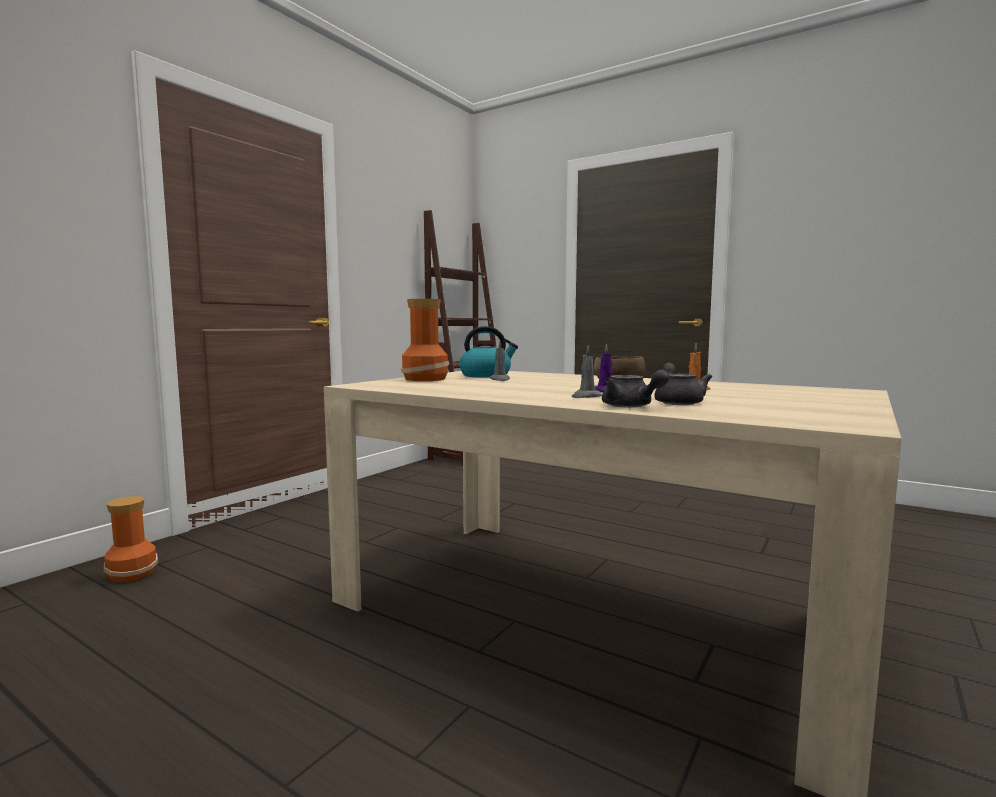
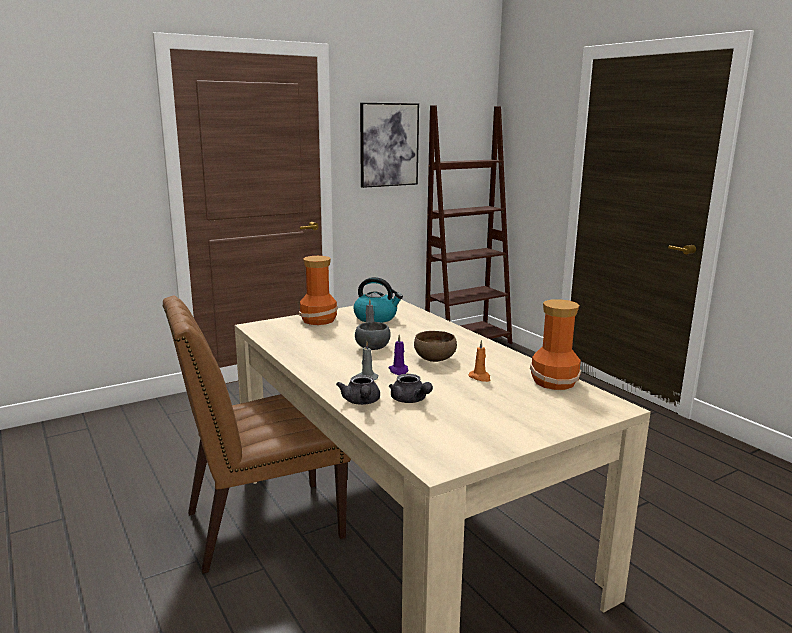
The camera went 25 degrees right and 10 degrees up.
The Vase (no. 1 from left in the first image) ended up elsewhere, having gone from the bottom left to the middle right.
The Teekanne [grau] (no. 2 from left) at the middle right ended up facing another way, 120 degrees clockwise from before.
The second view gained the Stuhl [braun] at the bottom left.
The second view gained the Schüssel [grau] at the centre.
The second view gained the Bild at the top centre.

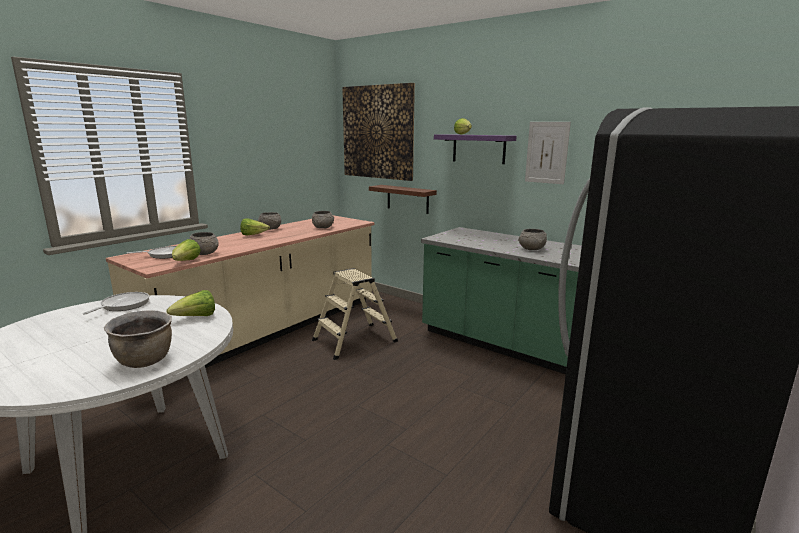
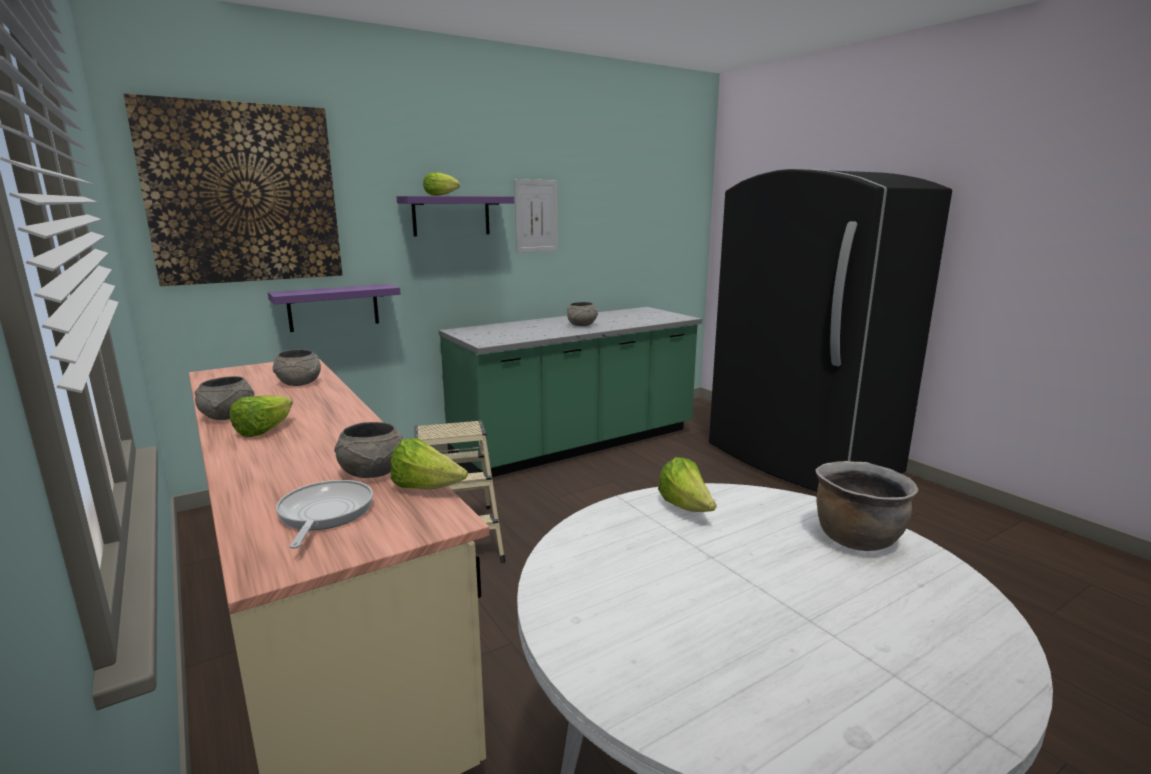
The camera went 70 degrees left and 0 degrees up.
The second view lost the Pfanne (no. 1 from left) at the middle left.
What was the Wandregal [braun] at the centre turned into the Wandregal [lila] (no. 1 from left) at the middle left.

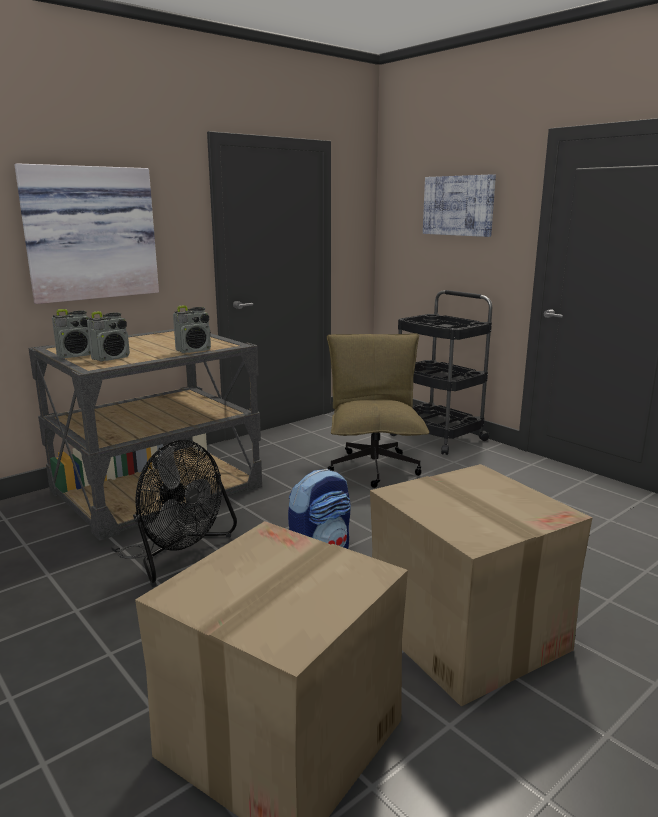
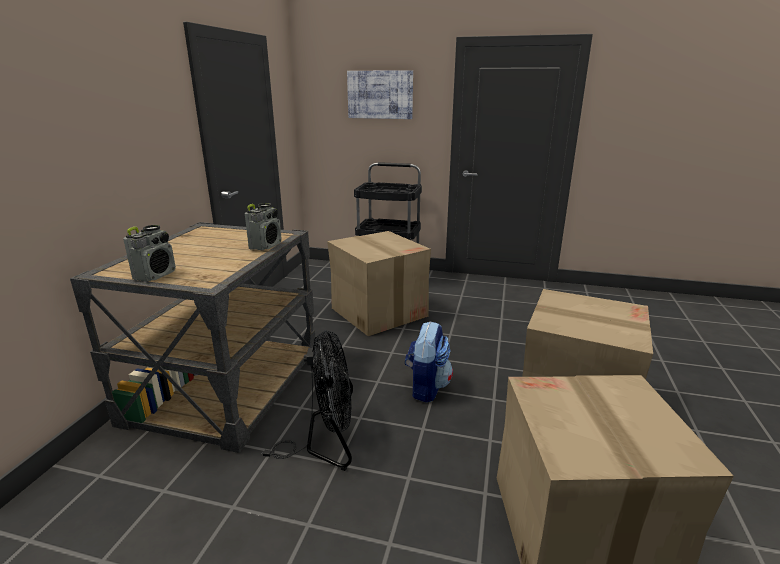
The camera went 35 degrees left and 5 degrees up.
The second view lost the Bild (no. 1 from left) at the top left.
The second view lost the Radio (no. 2 from left) at the middle left.
Where the Bürostuhl [beige] stood at the centre, the Karton (no. 1 from left) came to stand at the centre.

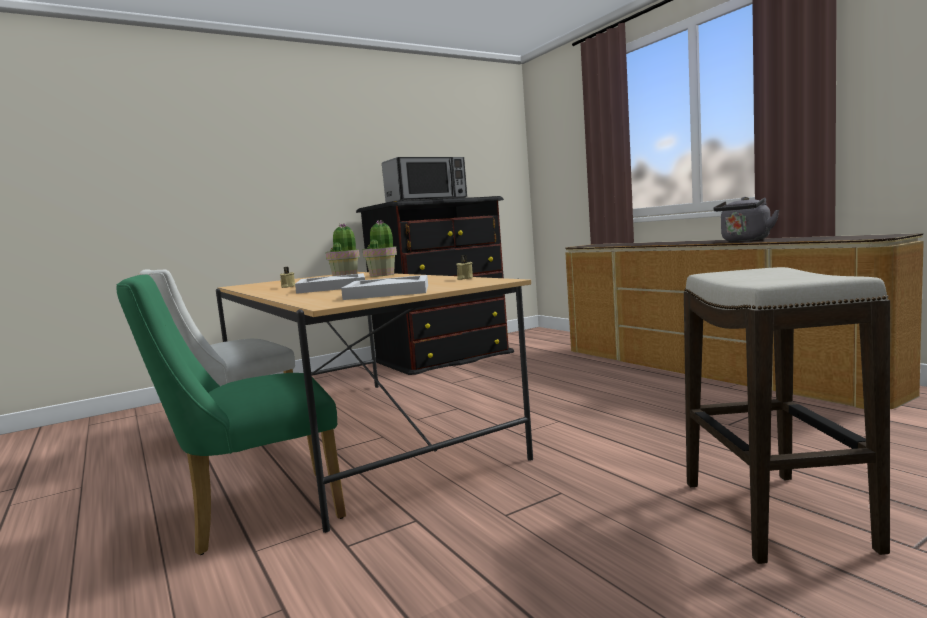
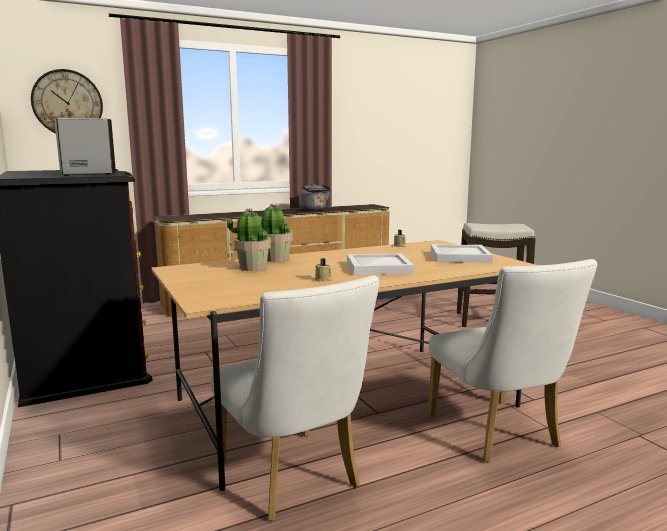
The camera went 85 degrees left and 5 degrees up.
What was the Stuhl [grün] at the bottom left turned into the Stuhl [weiß] (no. 2 from left) at the bottom right.
The second view gained the Wanduhr at the top left.

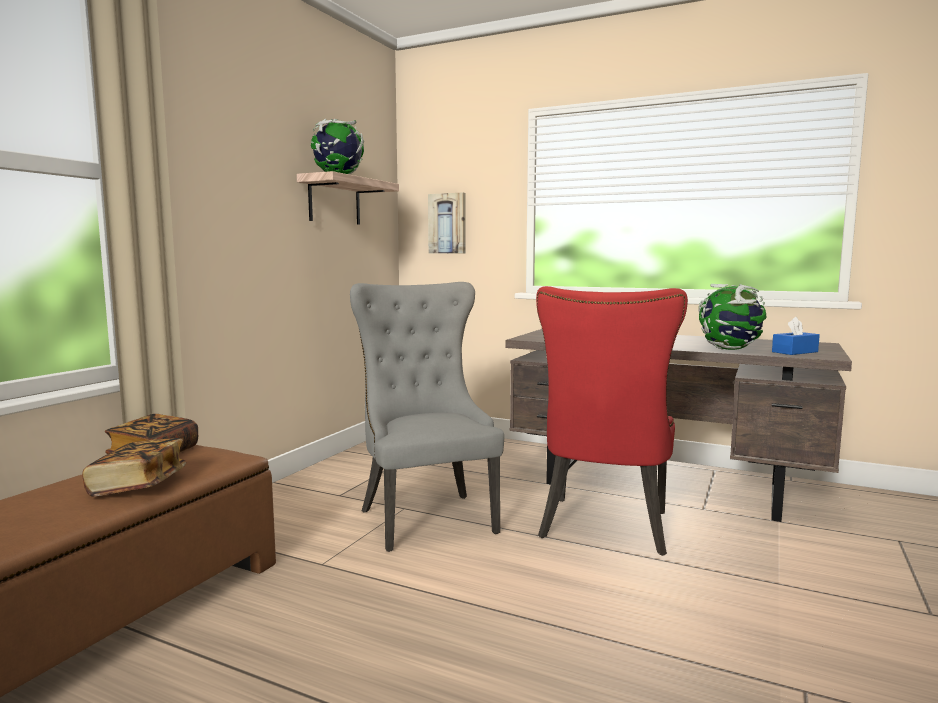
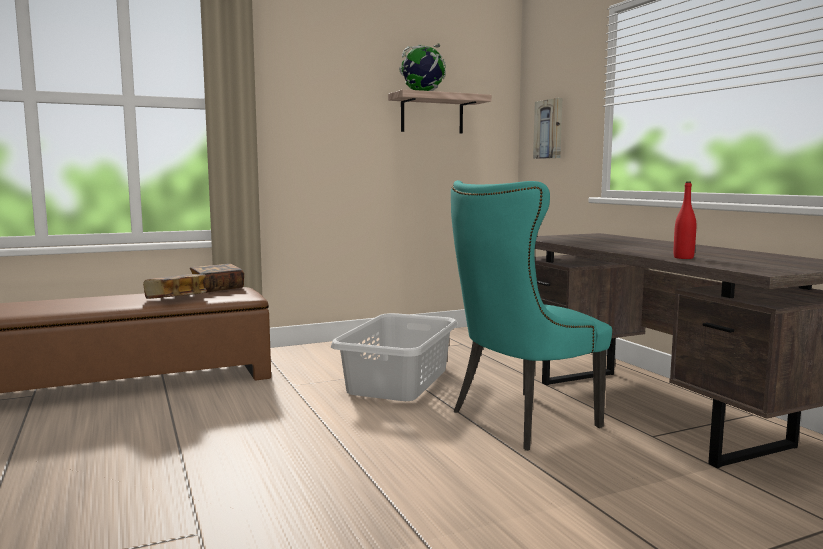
The camera went 40 degrees right and 0 degrees up.
Where the Stuhl [grau] stood at the centre, the Wäschekorb [grau] came to stand at the centre.
What was the Stuhl [rot] at the centre turned into the Stuhl [türkis] at the centre.
Where the Globus (no. 2 from left) stood at the middle right, the Flasche [rot] came to stand at the middle right.
The second view lost the Taschentuchbox [blau] at the middle right.

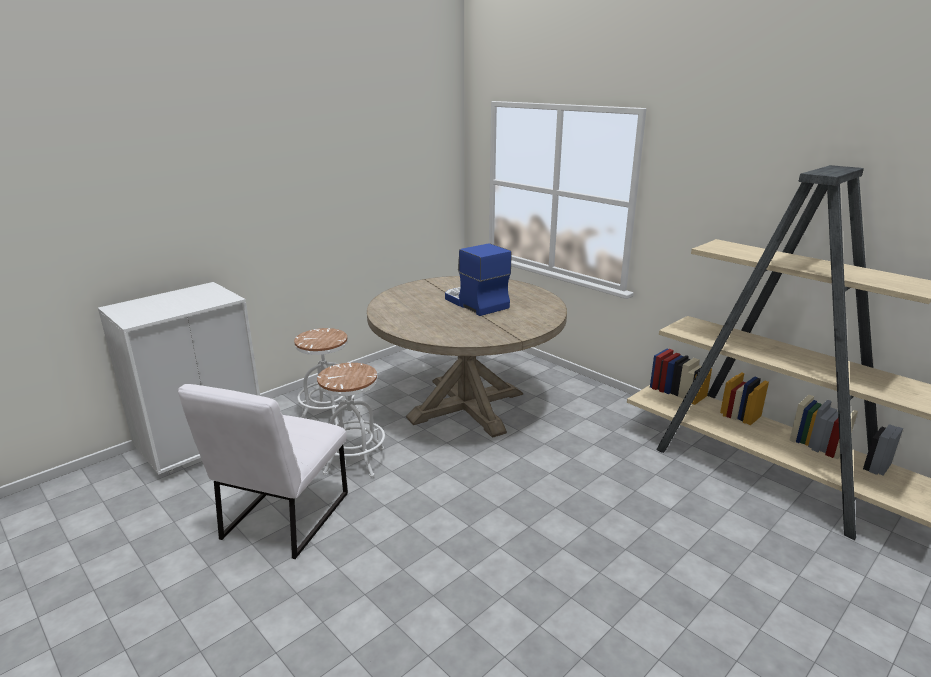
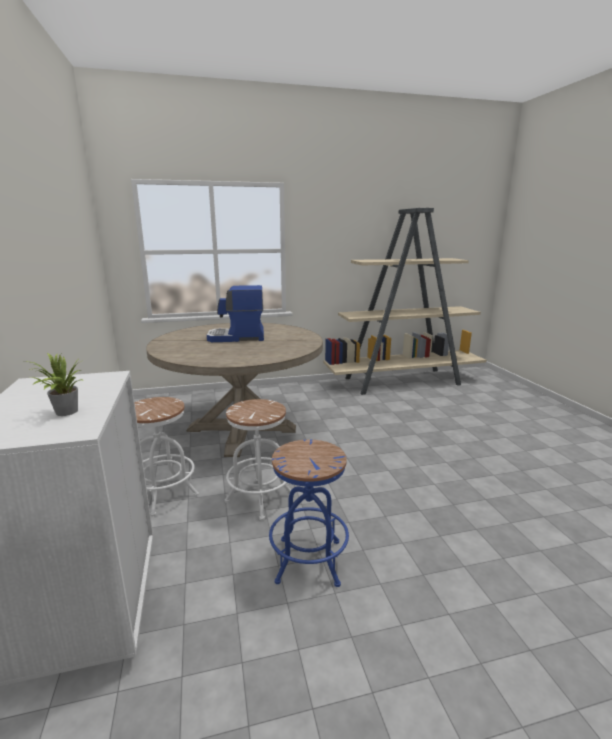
The camera went 60 degrees left and 5 degrees down.
Where the Stuhl [weiß] stood at the bottom left, the Hocker [blau] came to stand at the bottom centre.
The second view gained the Topfpflanze at the middle left.

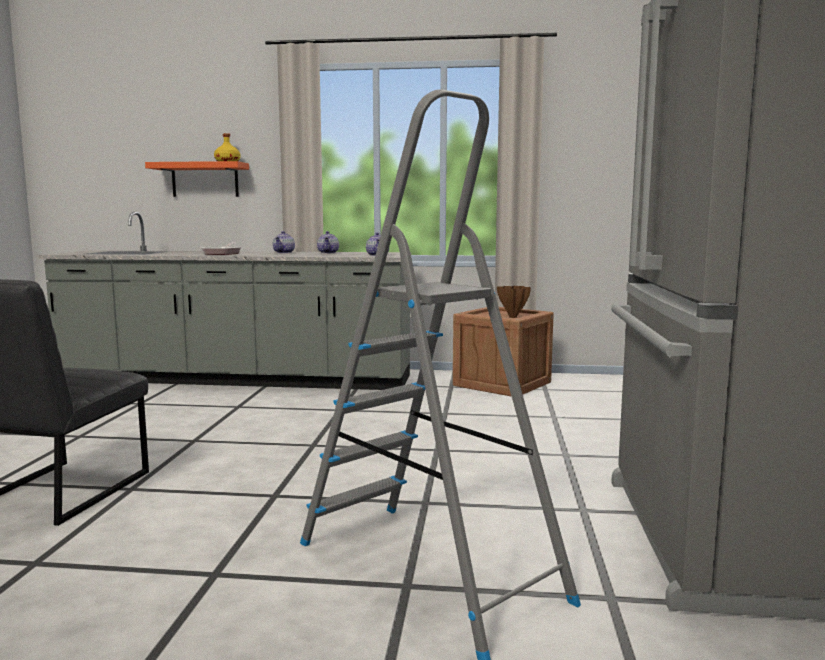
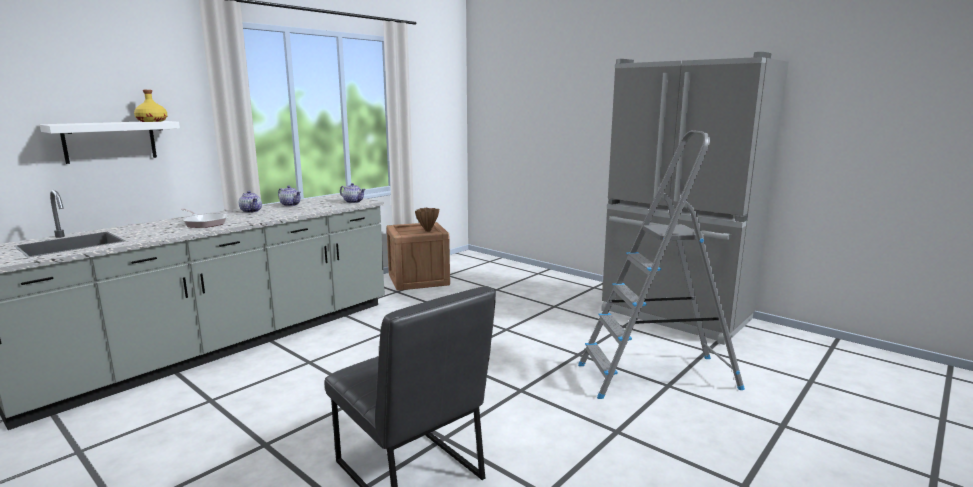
The camera went 55 degrees left and 5 degrees up.
What was the Wandregal [orange] at the top left turned into the Wandregal [weiß] at the top left.

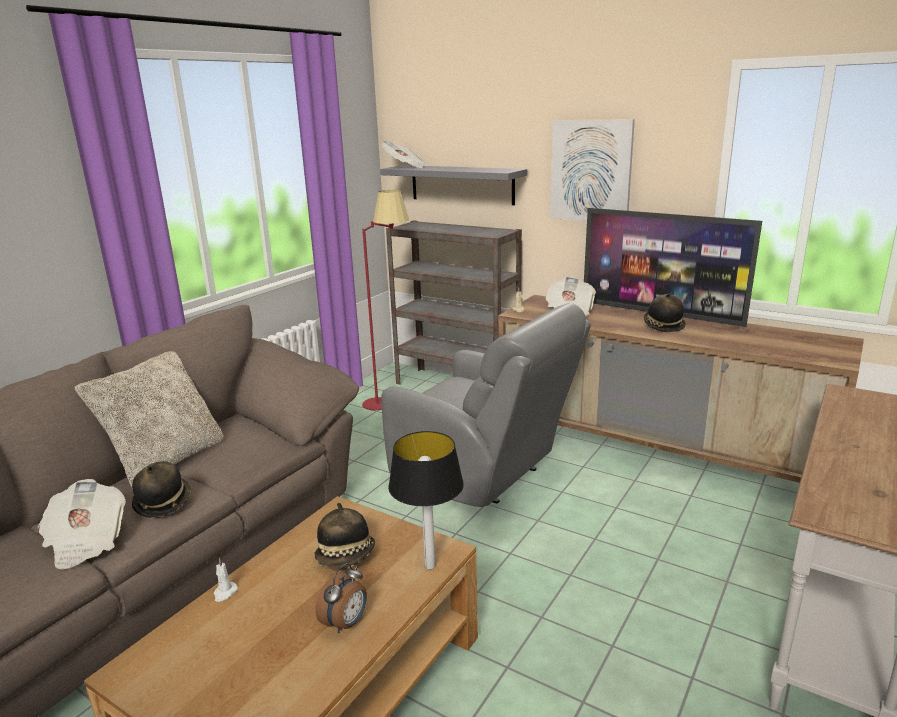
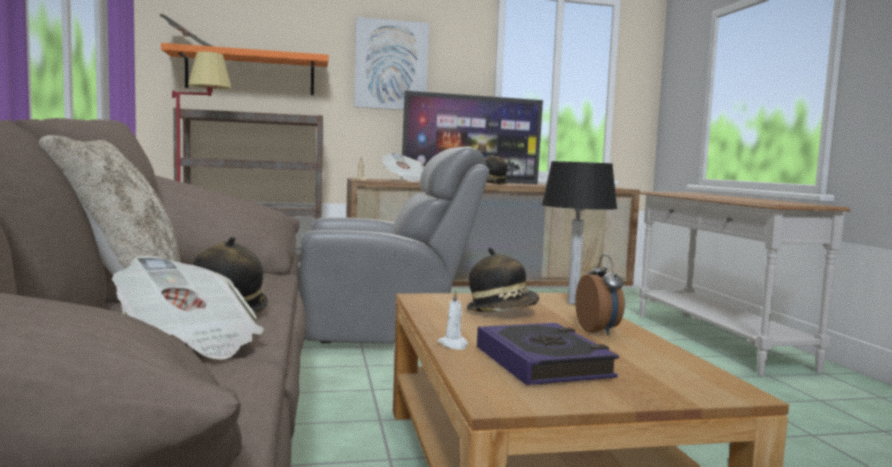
The camera went 45 degrees left and 15 degrees down.
What was the Wandregal [grau] at the top centre turned into the Wandregal [orange] at the top left.
The second view gained the Buch at the bottom centre.

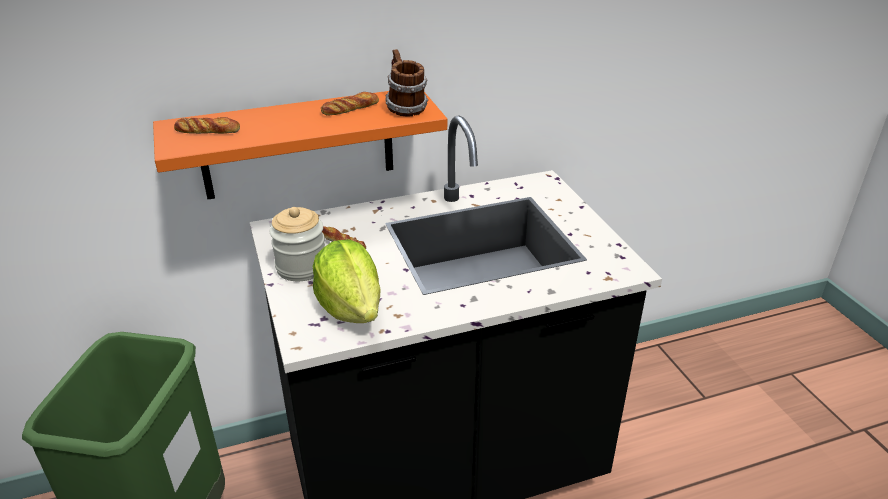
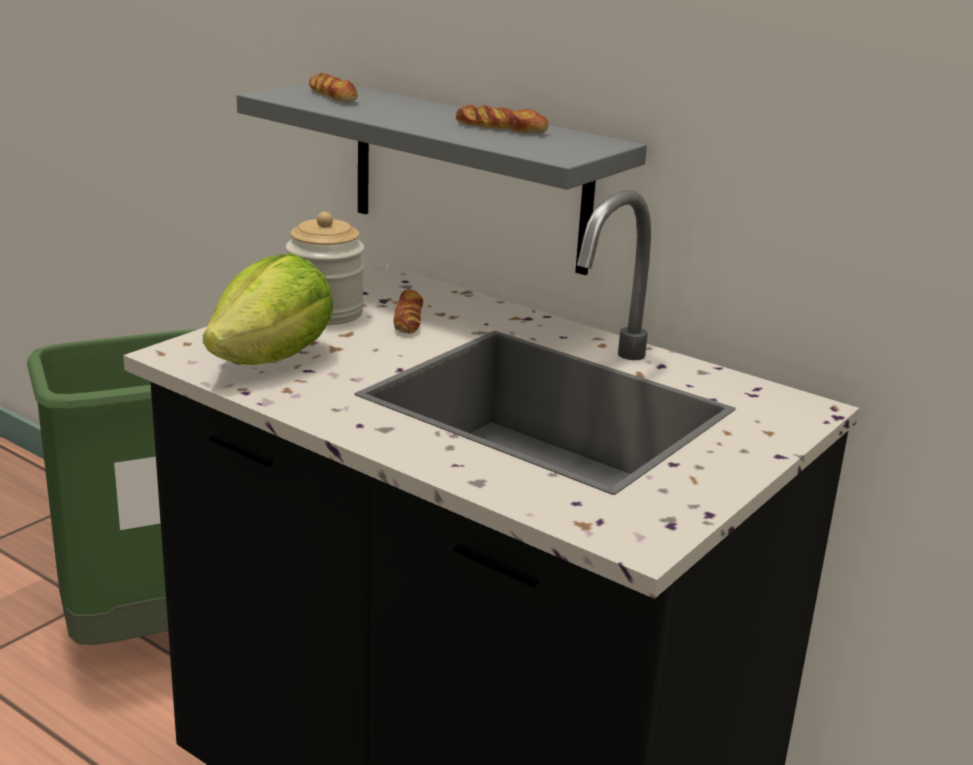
The camera went 55 degrees right and 10 degrees down.
What was the Wandregal [orange] at the top centre turned into the Wandregal [grau] at the top centre.
The second view lost the Henkelbecher at the top centre.

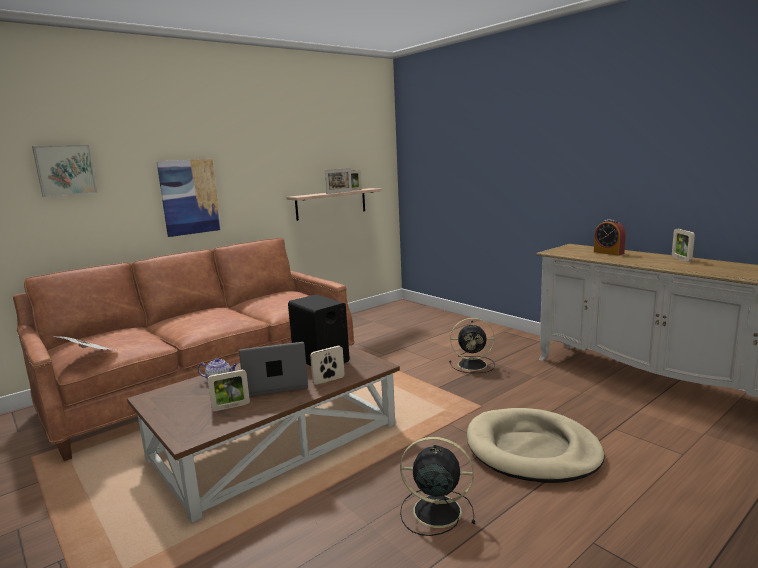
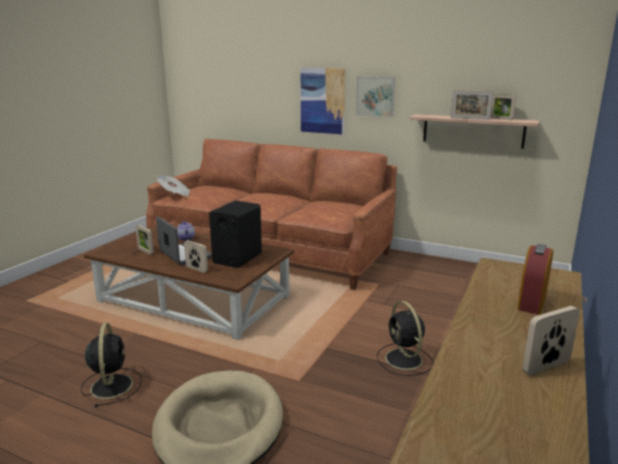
The camera went 65 degrees right and 5 degrees up.
The Bild (no. 1 from left in the first image) ended up elsewhere, having gone from the top left to the top centre.

